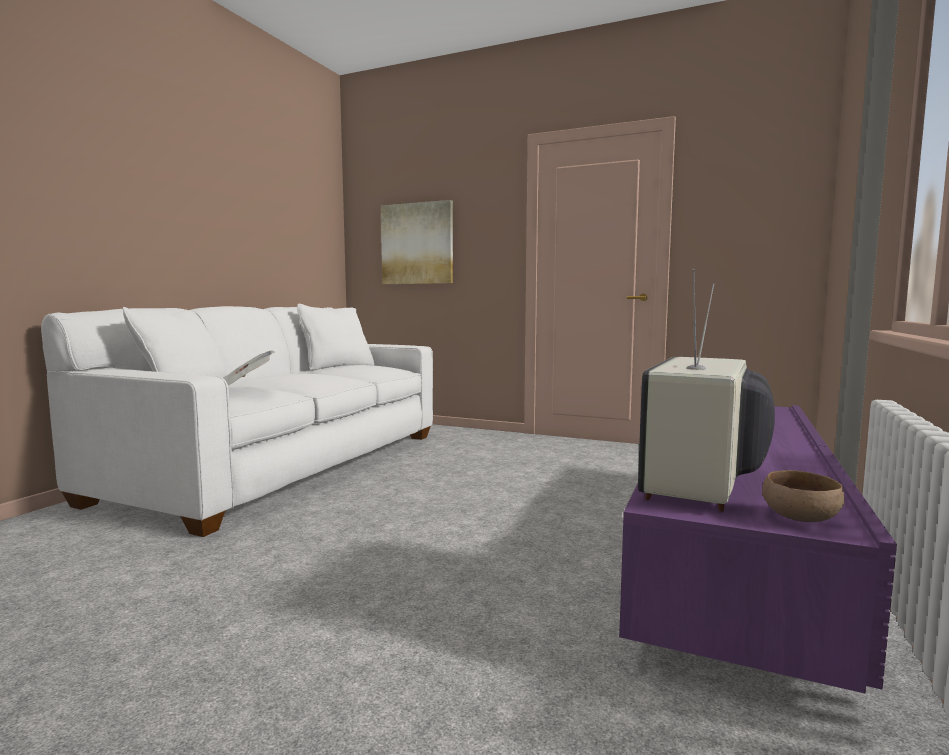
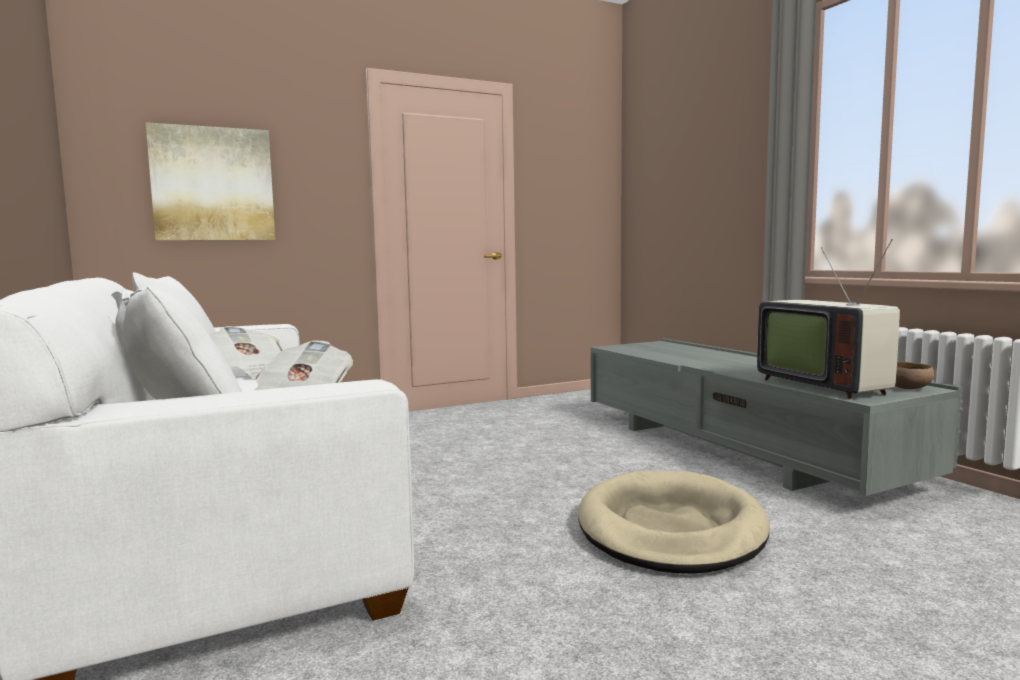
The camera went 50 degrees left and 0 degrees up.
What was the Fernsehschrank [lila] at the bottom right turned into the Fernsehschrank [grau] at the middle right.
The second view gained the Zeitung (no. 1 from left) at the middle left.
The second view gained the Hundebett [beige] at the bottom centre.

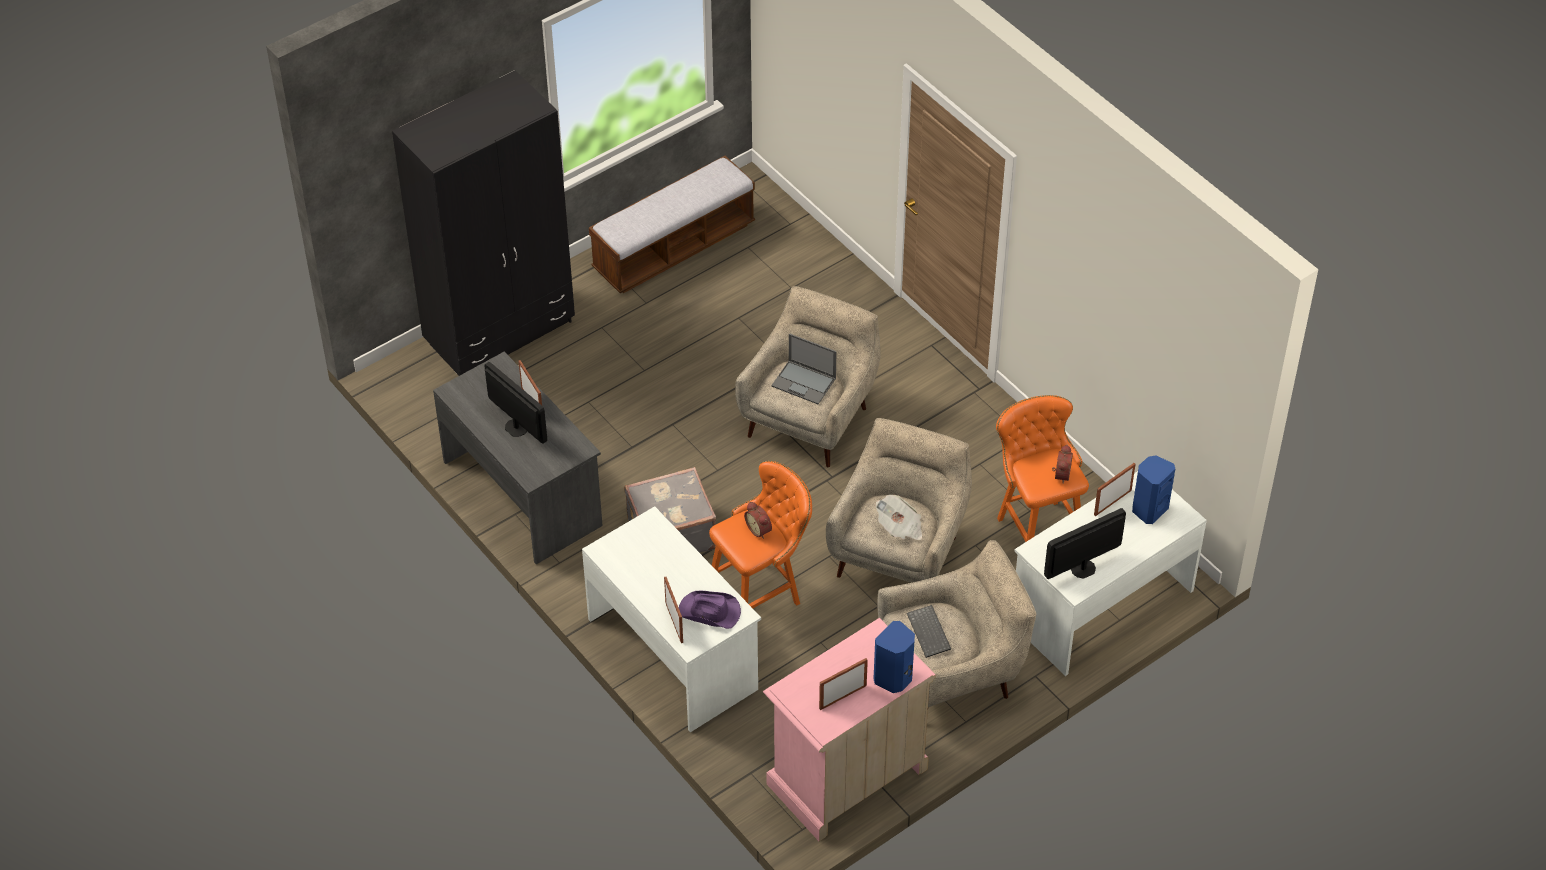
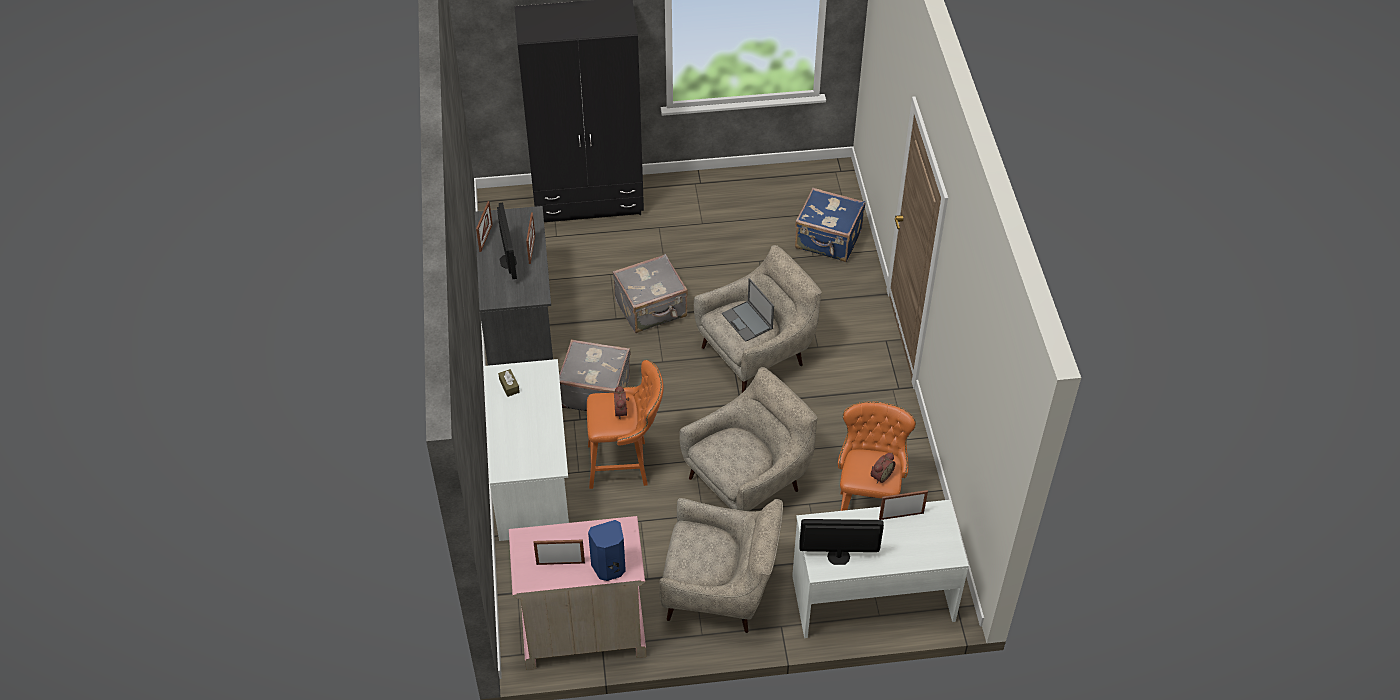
The camera went 30 degrees right and 0 degrees up.
The second view lost the Bank at the top centre.
The Bilderrahmen (no. 2 from left in the first image) ended up elsewhere, having gone from the bottom centre to the top centre.
The second view lost the Hut [lila] at the bottom centre.
The second view lost the Zeitung at the centre.
The second view lost the Tastatur at the bottom centre.
The second view lost the Lautsprecher [blau] (no. 2 from left) at the middle right.
The second view gained the Taschentuchbox [braun] at the centre.
The second view gained the Koffer [grau] (no. 2 from left) at the centre.
The second view gained the Koffer [blau] at the top centre.

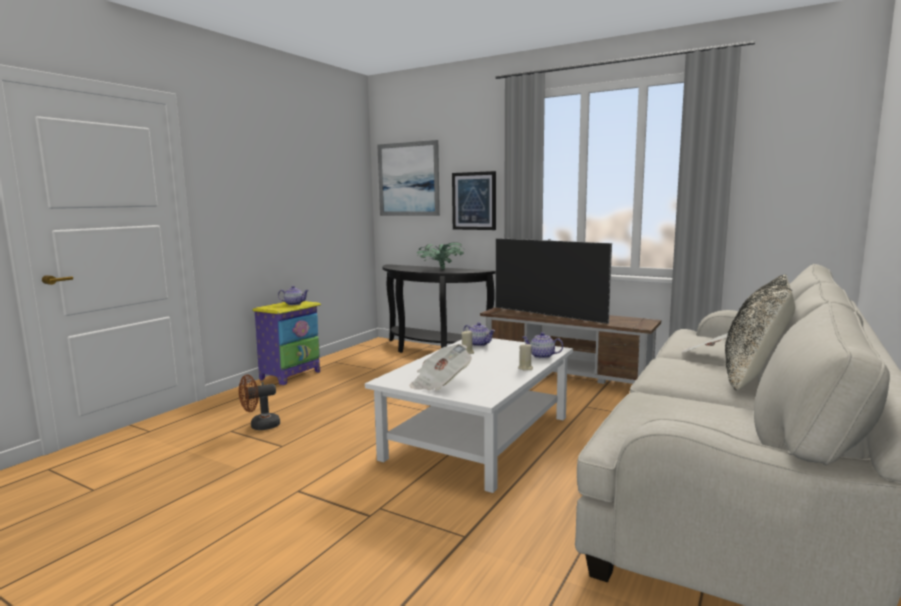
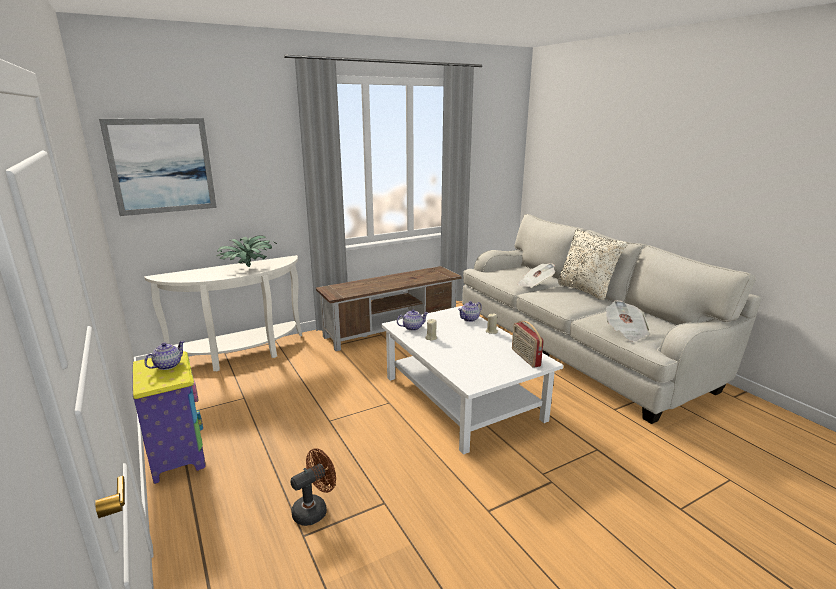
The camera went 60 degrees left and 10 degrees up.
The Ventilator [braun] at the middle left ended up facing another way, 135 degrees counterclockwise from before.
What was the Konsolentisch [schwarz] at the centre turned into the Konsolentisch [weiß] at the middle left.
The Zeitung (no. 1 from left in the first image) ended up elsewhere, having gone from the centre to the middle right.
The second view lost the Bild (no. 2 from left) at the top centre.
The second view lost the Fernseher at the centre.
The second view gained the Radio at the centre.

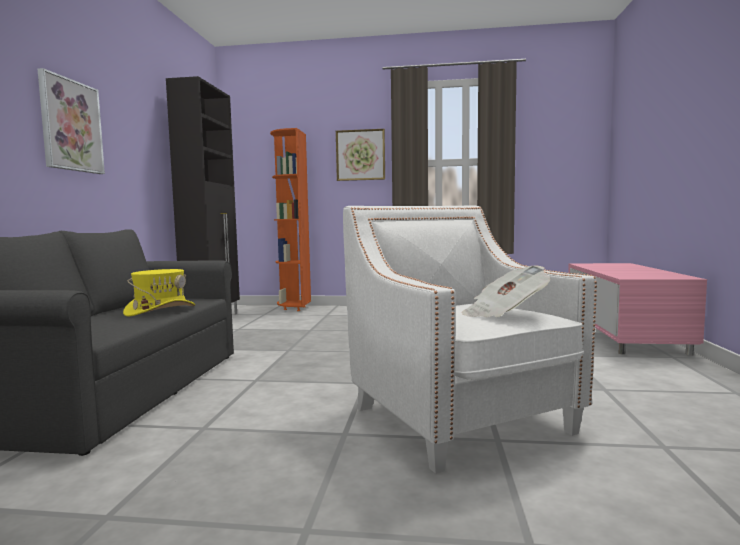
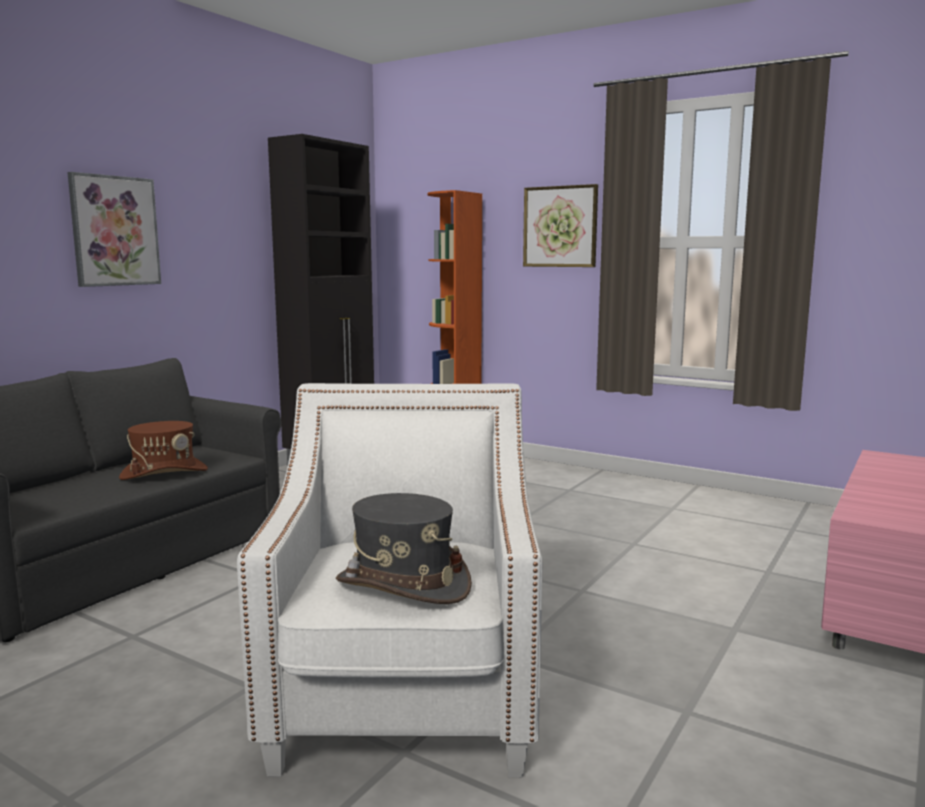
The camera went 25 degrees right and 5 degrees up.
What was the Hut [gelb] at the middle left turned into the Hut [braun] at the middle left.
Where the Zeitung stood at the middle right, the Hut [grau] came to stand at the bottom centre.

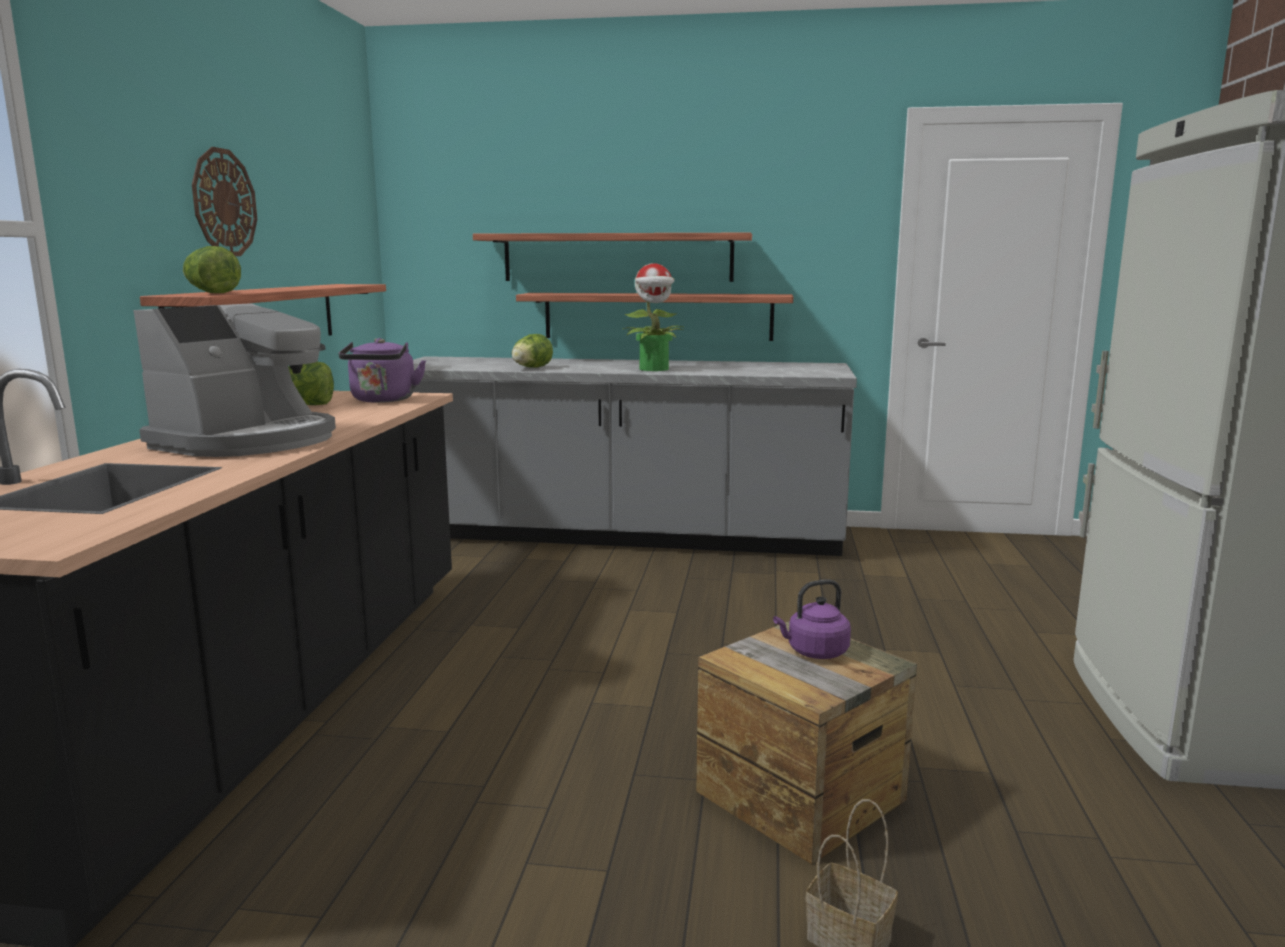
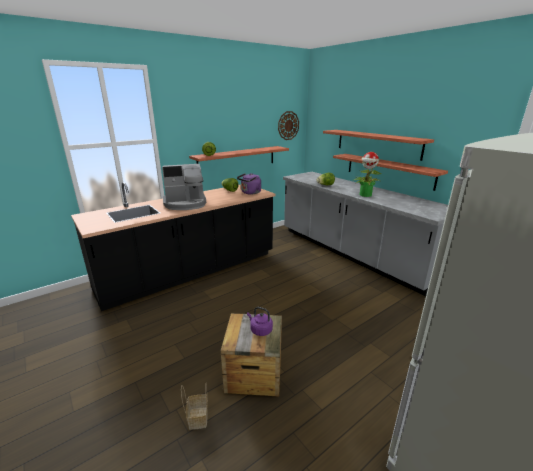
The camera went 45 degrees right and 10 degrees up.
The Wanduhr ended up elsewhere, having gone from the top left to the top centre.

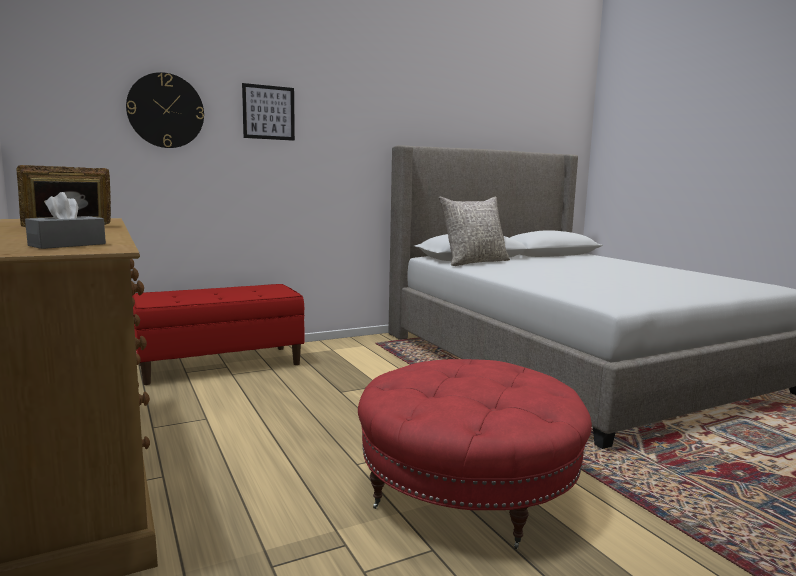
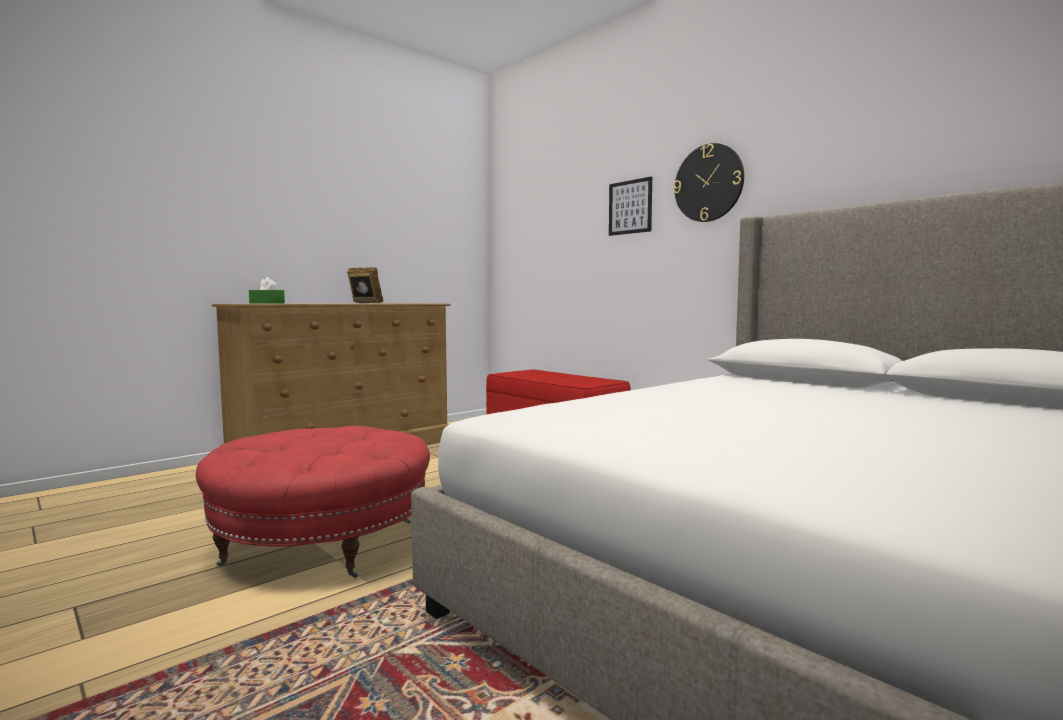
The camera went 75 degrees right and 5 degrees down.
What was the Taschentuchbox [grau] at the middle left turned into the Taschentuchbox [grün] at the middle left.
The Wanduhr ended up elsewhere, having gone from the top left to the top right.
The second view lost the Kissen [grau] at the centre.

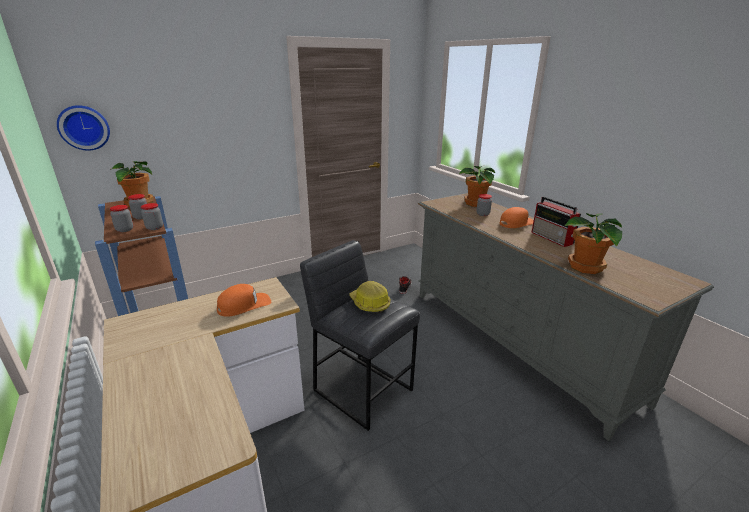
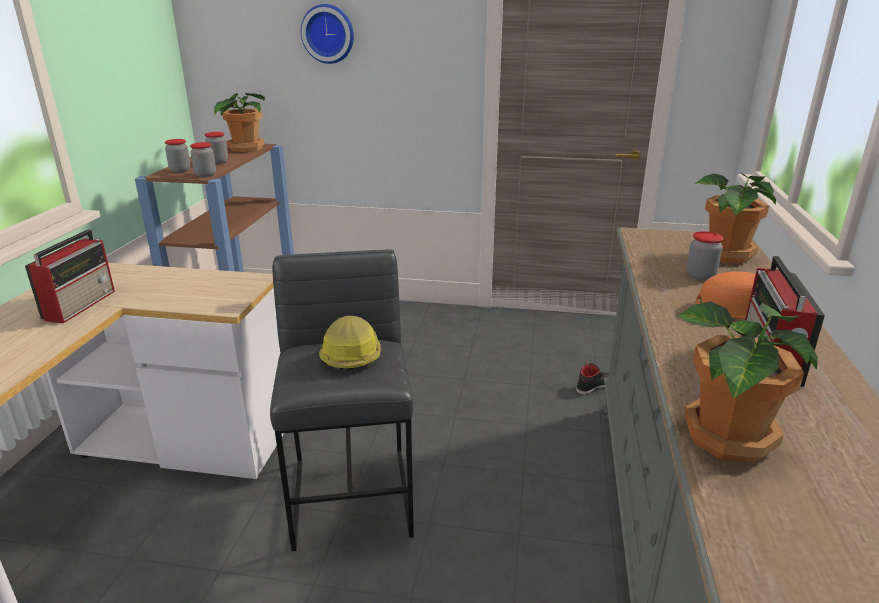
The camera went 40 degrees right and 0 degrees up.
The Wanduhr ended up elsewhere, having gone from the top left to the top centre.
The second view lost the Kappe [orange] (no. 1 from left) at the middle left.
The second view gained the Radio (no. 1 from left) at the middle left.

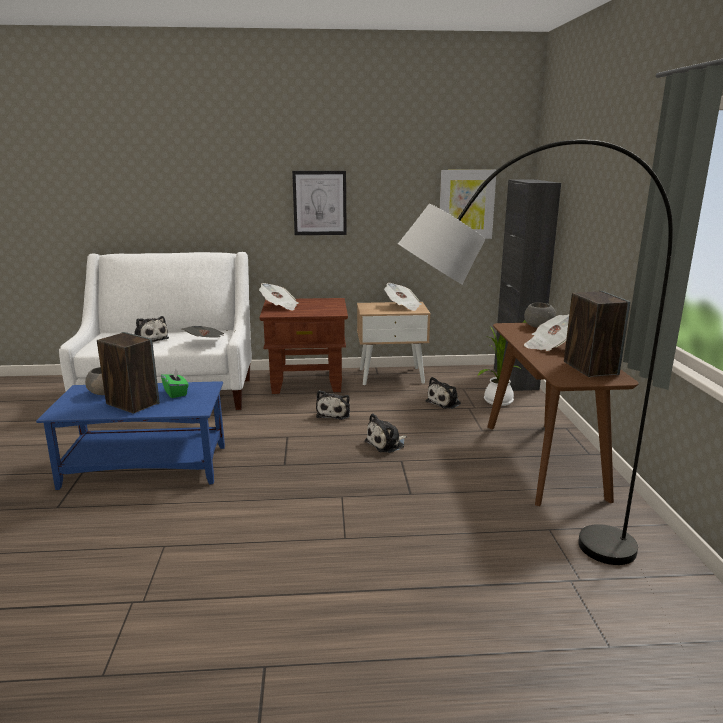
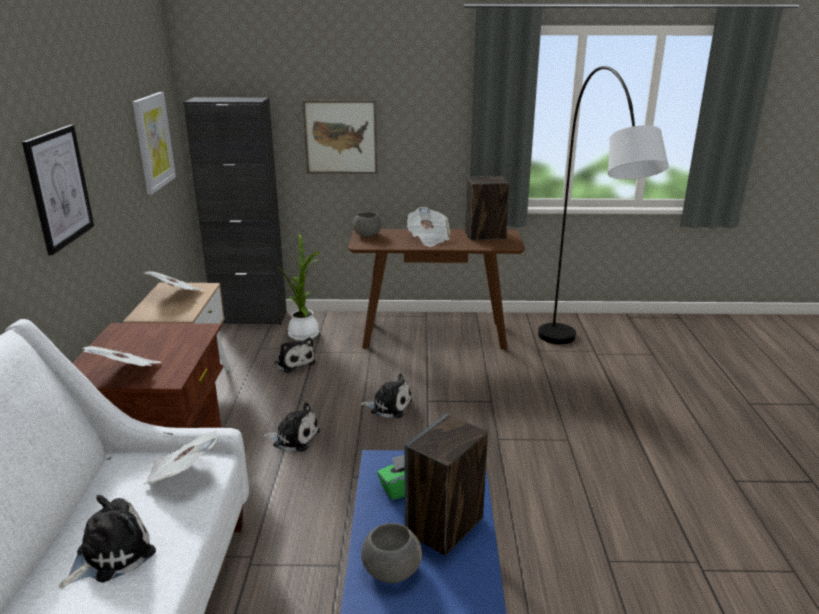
The camera went 85 degrees left and 5 degrees up.
The Plüschtier (no. 3 from left in the first image) at the centre ended up facing another way, 45 degrees counterclockwise from before.
The second view gained the Bild (no. 3 from left) at the top centre.

